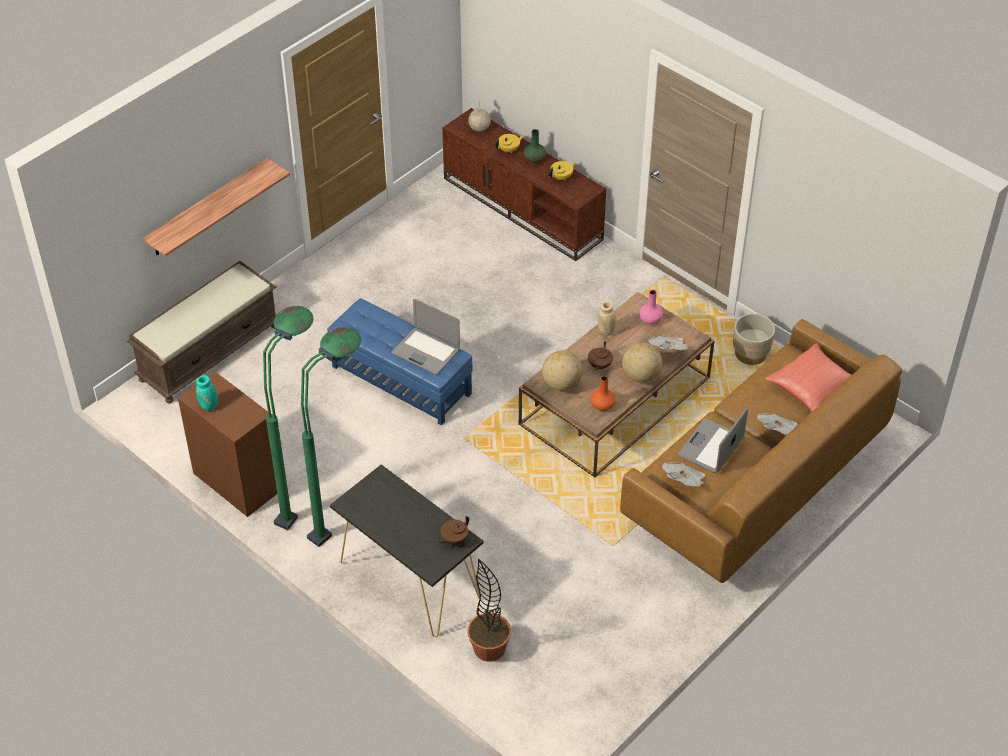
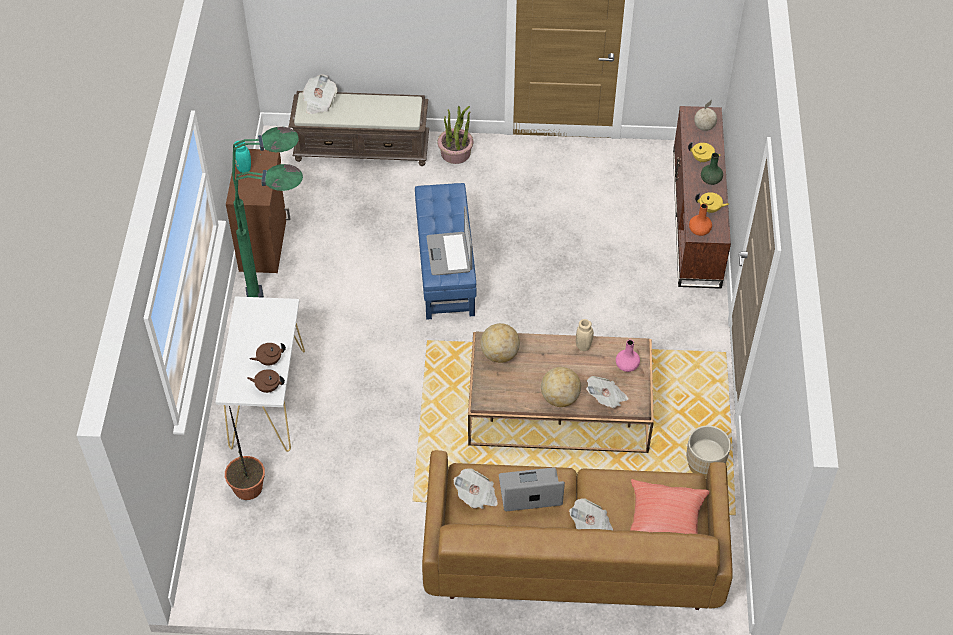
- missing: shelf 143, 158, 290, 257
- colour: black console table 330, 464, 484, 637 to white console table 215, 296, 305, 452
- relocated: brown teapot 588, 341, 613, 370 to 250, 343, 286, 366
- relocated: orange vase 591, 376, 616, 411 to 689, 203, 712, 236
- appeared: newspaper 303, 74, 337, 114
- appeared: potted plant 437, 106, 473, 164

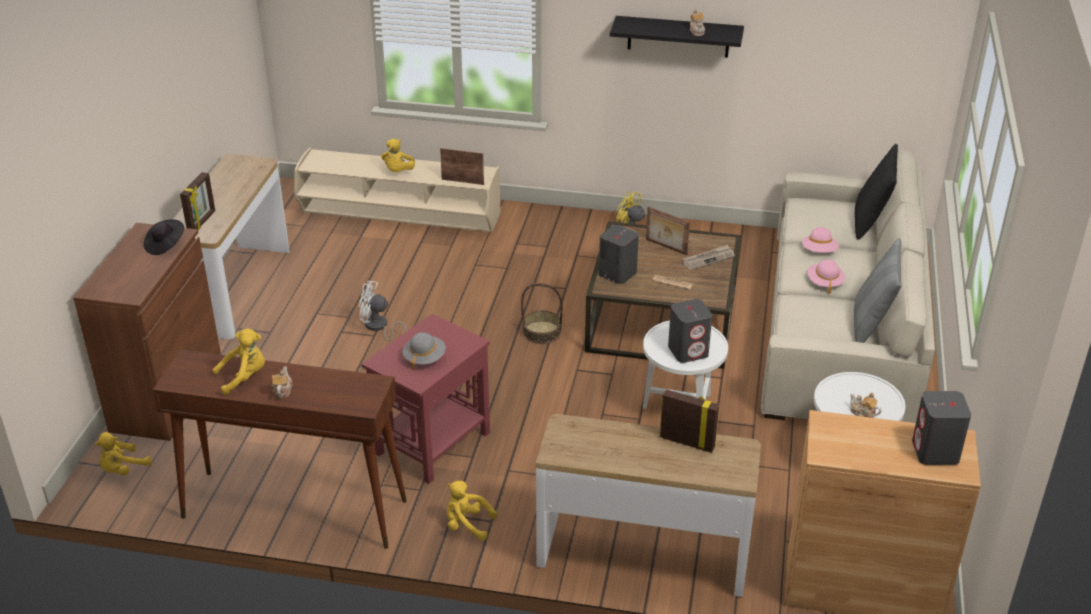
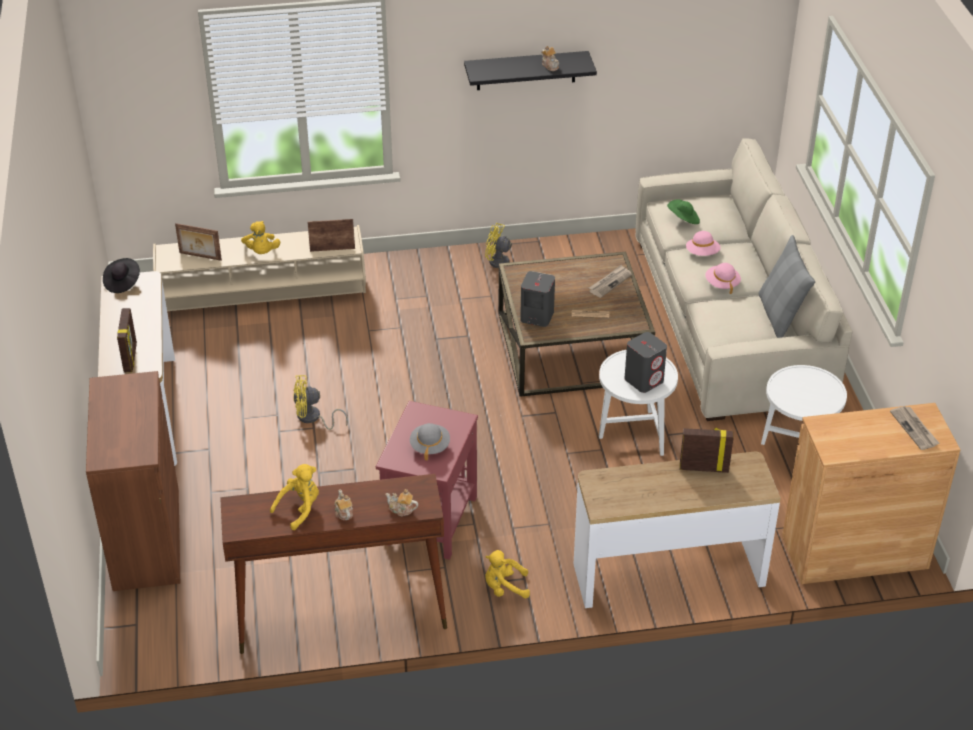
- missing: yellow plush toy 95, 432, 152, 476
- relocated: black hat 144, 219, 184, 255 to 103, 258, 140, 293
- colour: white fan 359, 281, 407, 341 to yellow fan 293, 375, 348, 430
- missing: basket 521, 283, 563, 344
- relocated: picture frame 646, 207, 690, 255 to 175, 223, 222, 261
- relocated: teapot 850, 393, 881, 418 to 386, 489, 418, 516
- missing: black pillow 855, 144, 898, 240
- exchanged: grey speaker 912, 391, 971, 465 to newspaper 890, 406, 939, 450
- appeared: green hat 667, 199, 700, 224

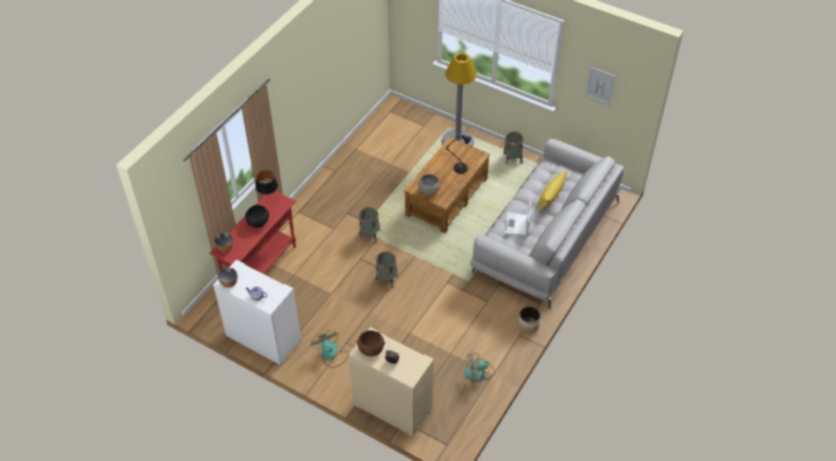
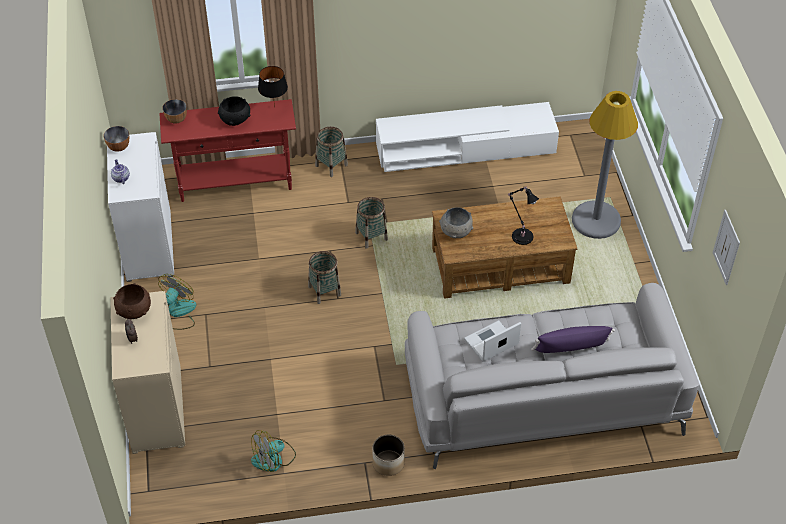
- spun: fan 464, 352, 495, 382 = 251, 430, 296, 472 60 degrees counterclockwise
- relocated: basket 503, 132, 524, 165 to 315, 127, 348, 177
- colour: yellow pillow 537, 171, 568, 213 to purple pillow 531, 326, 615, 353
- appeared: white tv stand 376, 102, 559, 172

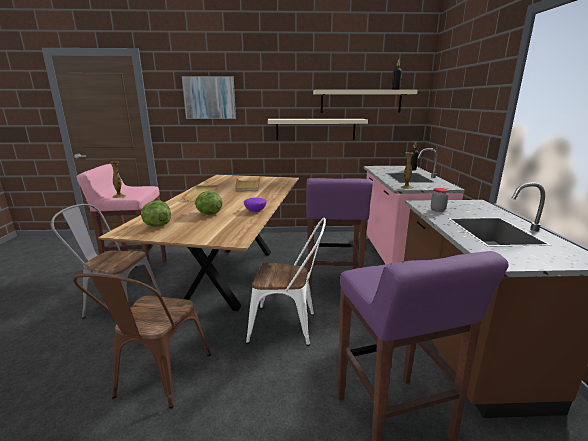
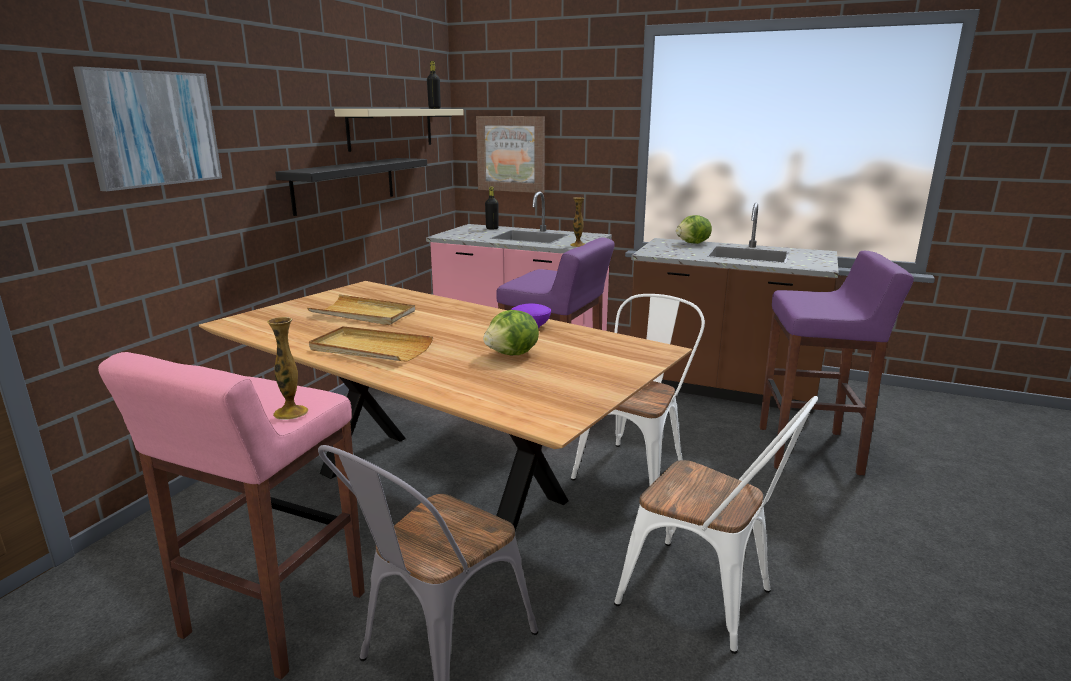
- colour: brown chair 73, 274, 211, 409 to white chair 614, 396, 818, 654
- relocated: lettuce 141, 200, 171, 227 to 676, 215, 712, 244
- colour: beige shelf 268, 119, 368, 140 to black shelf 275, 158, 427, 216
- missing: jar 431, 188, 449, 212
- appeared: picture 476, 116, 545, 193

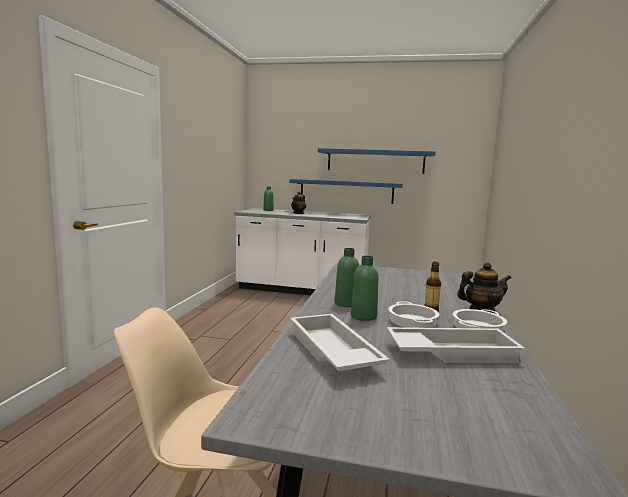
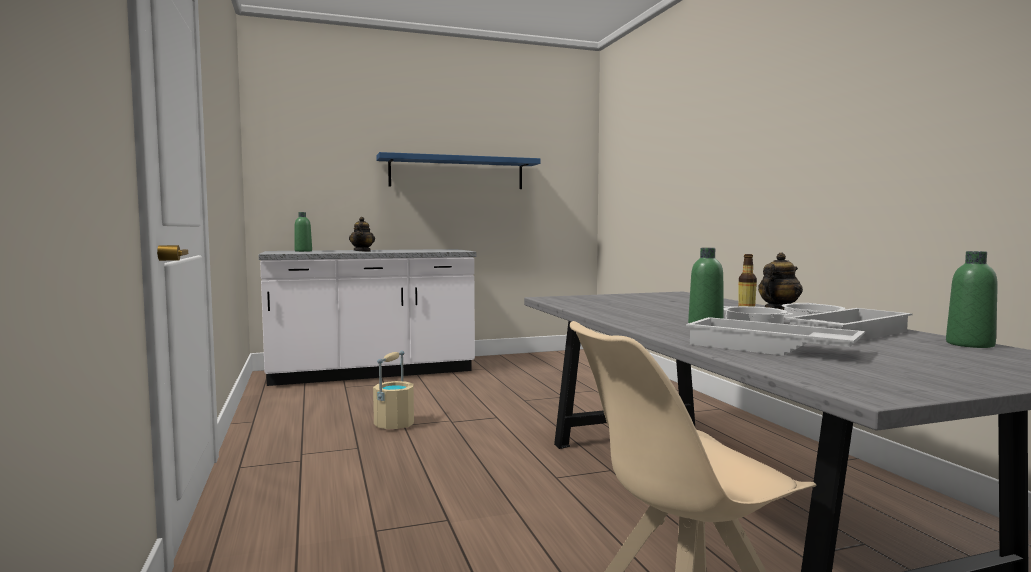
- missing: blue shelf 290, 179, 402, 204
- relocated: green bottle 334, 248, 359, 307 to 946, 251, 998, 348
- appeared: beige bucket 373, 351, 414, 429

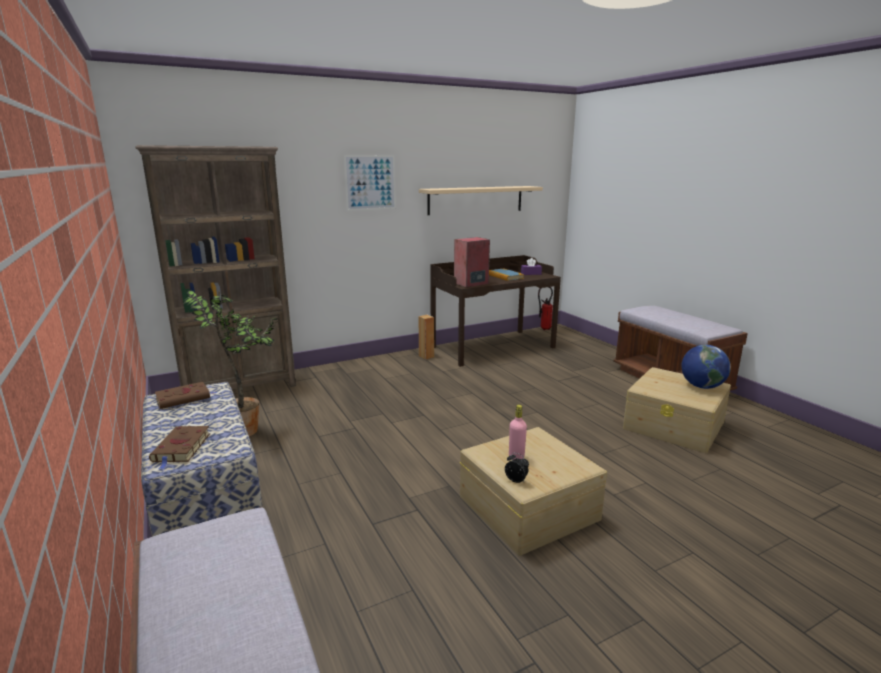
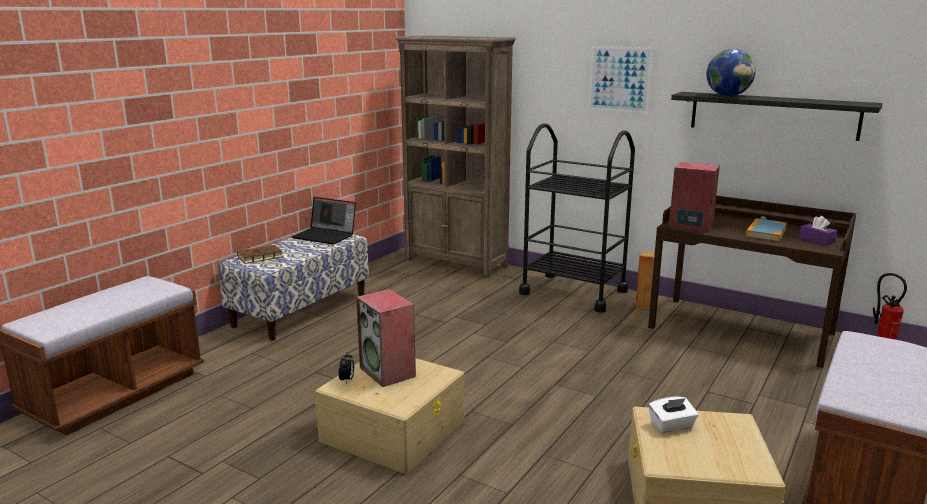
- exchanged: brown book 155, 382, 217, 409 to laptop 291, 197, 356, 244
- missing: potted plant 182, 290, 277, 436
- colour: beige shelf 419, 186, 543, 215 to black shelf 671, 92, 882, 141
- exchanged: pink bottle 509, 405, 527, 460 to speaker 356, 289, 416, 387
- relocated: globe 681, 345, 731, 389 to 707, 49, 756, 96
- appeared: black cart 519, 123, 635, 313
- appeared: white tissue box 648, 396, 698, 433

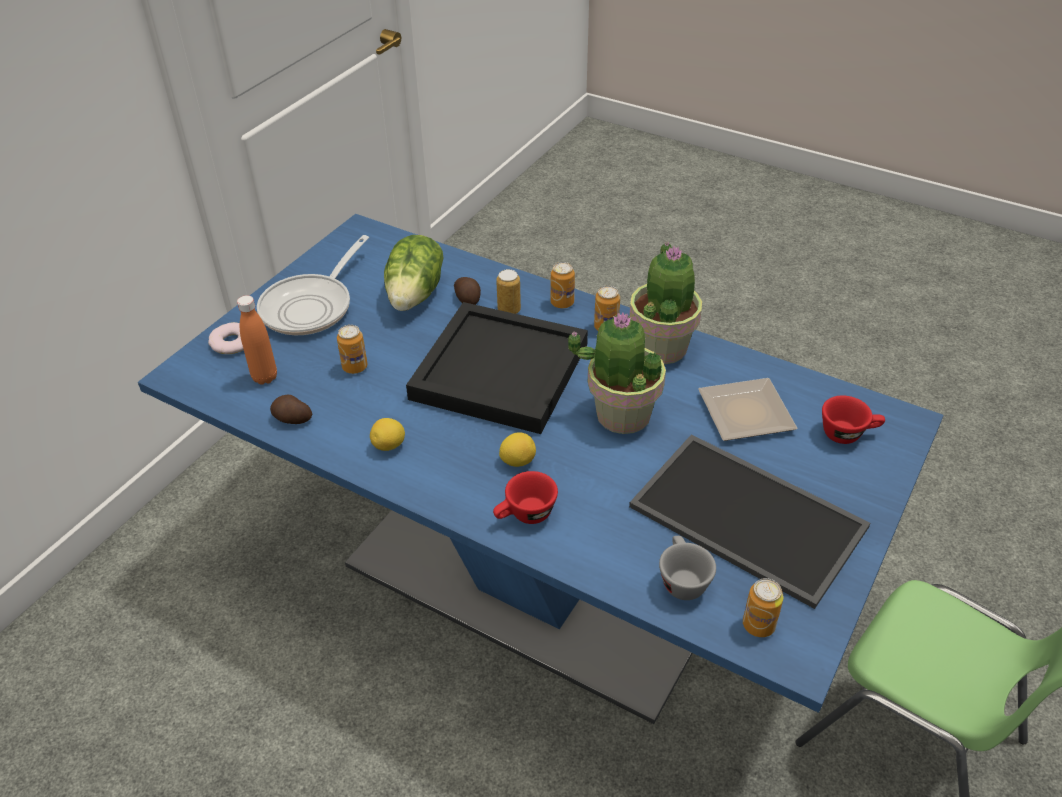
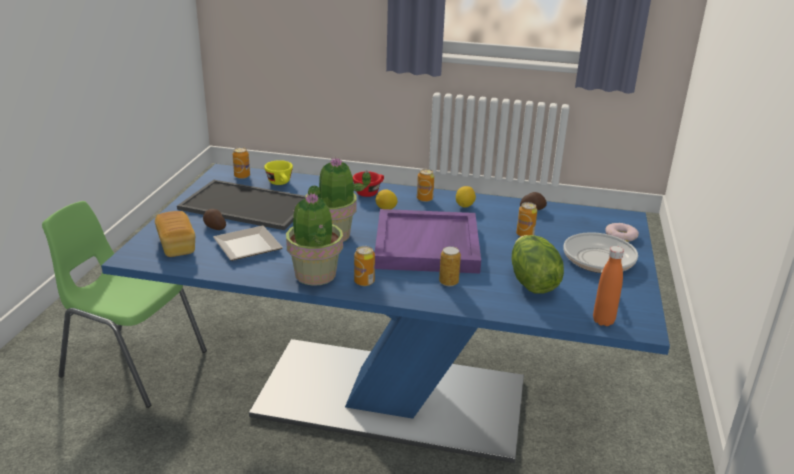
- relocated: orange bottle 237, 295, 277, 384 to 593, 246, 624, 326
- colour: black tray 406, 302, 588, 434 to purple tray 375, 209, 481, 274
- relocated: potato 454, 277, 481, 305 to 203, 209, 226, 230
- relocated: can 550, 262, 575, 308 to 417, 169, 434, 202
- colour: grey cup 659, 536, 716, 600 to yellow cup 264, 160, 293, 185
- exchanged: red cup 822, 396, 885, 444 to bread 155, 211, 195, 257

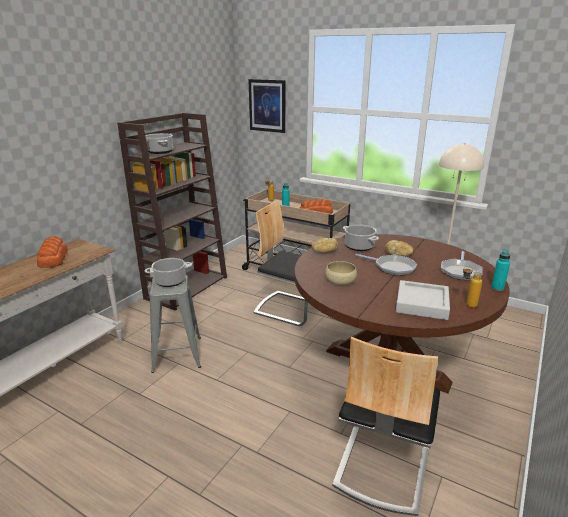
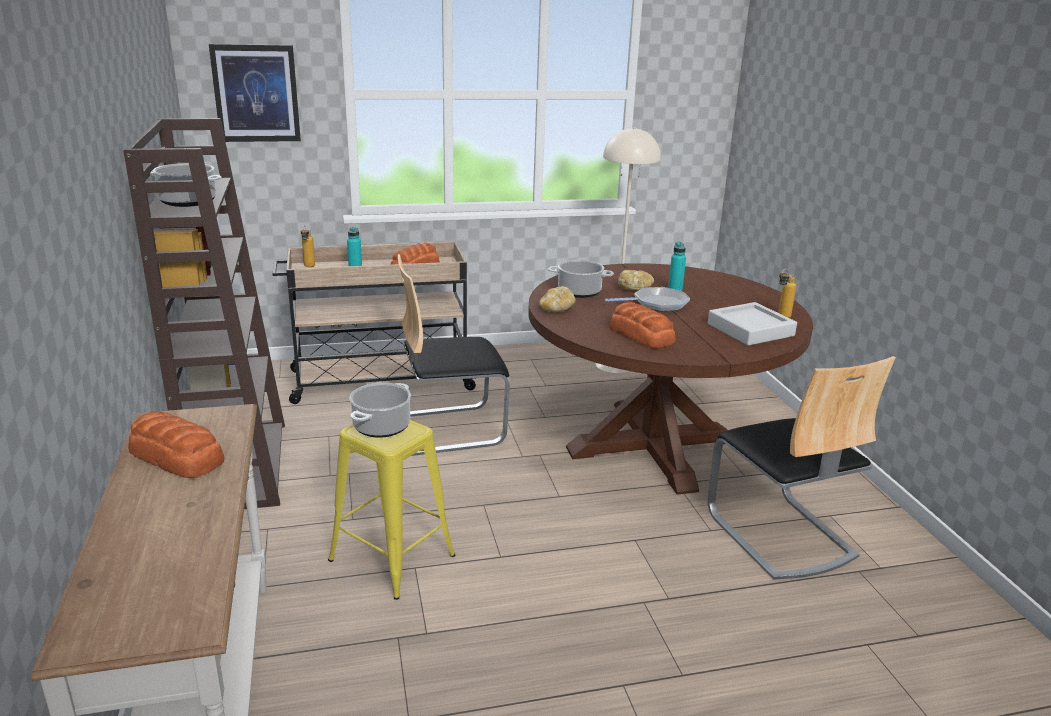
- colour: grey stool 149, 275, 201, 373 to yellow stool 328, 420, 455, 600
- exchanged: beige bowl 325, 261, 357, 285 to bread 609, 302, 676, 349
- missing: frying pan 441, 251, 483, 281
- relocated: turquoise bottle 491, 249, 510, 291 to 668, 242, 686, 291

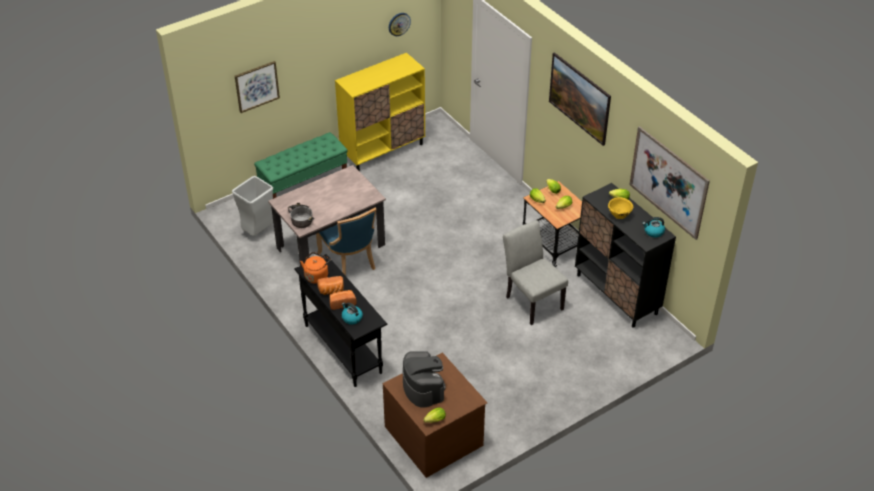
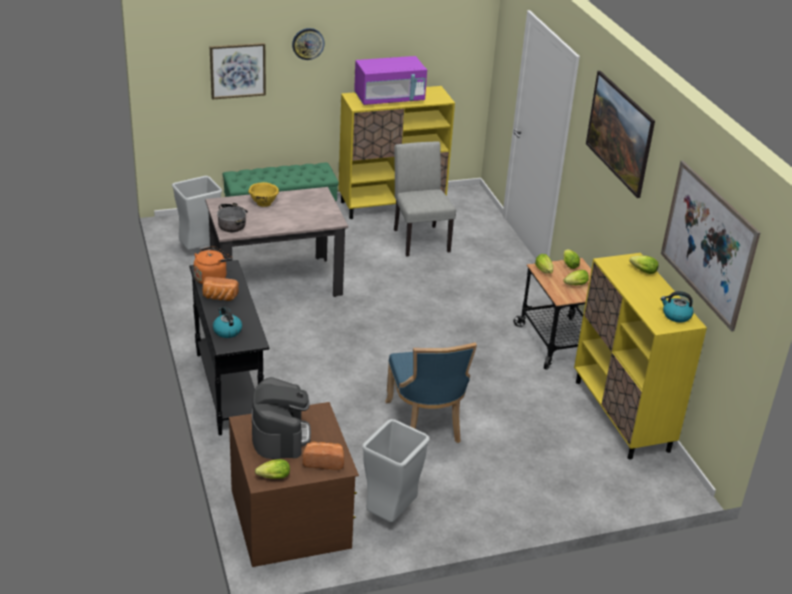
- relocated: blue chair 316, 208, 377, 276 to 385, 342, 477, 443
- relocated: bread 329, 290, 357, 310 to 303, 442, 344, 470
- relocated: wall clock 389, 13, 411, 36 to 292, 28, 325, 60
- relocated: grey chair 503, 220, 568, 325 to 394, 141, 456, 257
- colour: black cabinet 575, 183, 676, 328 to yellow cabinet 574, 253, 707, 460
- relocated: yellow bowl 608, 197, 633, 219 to 248, 182, 279, 207
- appeared: purple microwave 354, 56, 427, 105
- appeared: grey trash can 362, 419, 430, 522

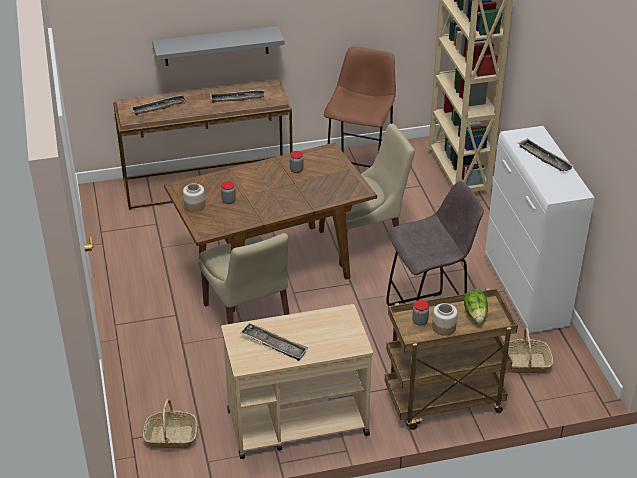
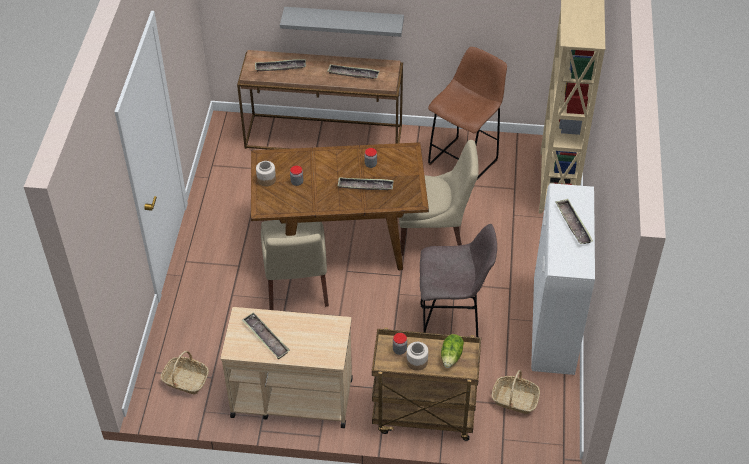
- appeared: tray 338, 177, 394, 190

